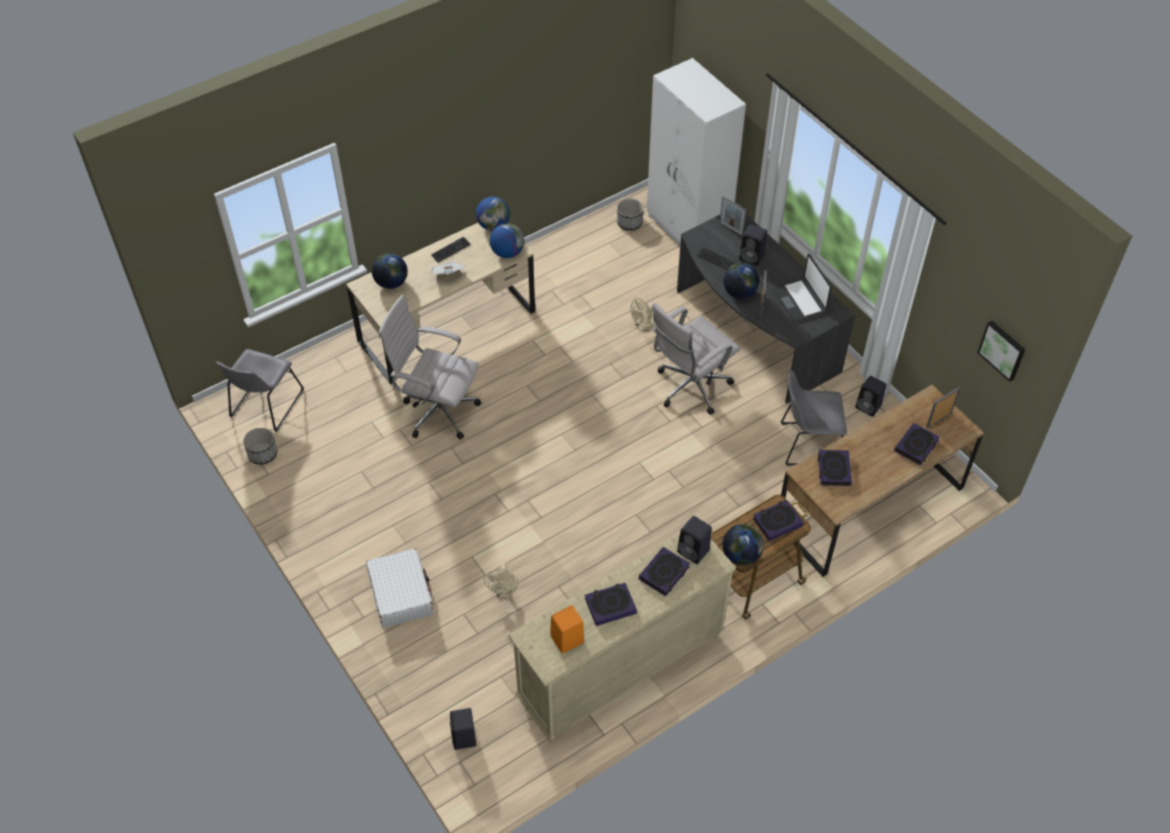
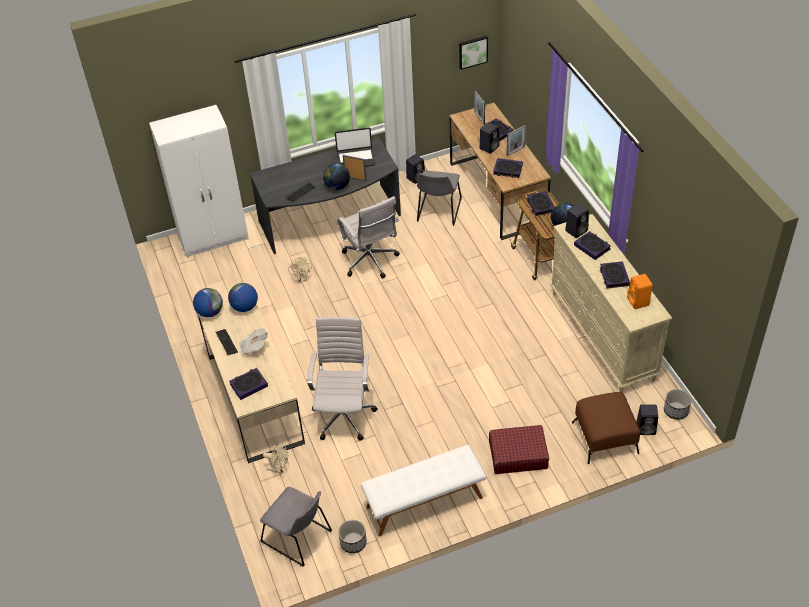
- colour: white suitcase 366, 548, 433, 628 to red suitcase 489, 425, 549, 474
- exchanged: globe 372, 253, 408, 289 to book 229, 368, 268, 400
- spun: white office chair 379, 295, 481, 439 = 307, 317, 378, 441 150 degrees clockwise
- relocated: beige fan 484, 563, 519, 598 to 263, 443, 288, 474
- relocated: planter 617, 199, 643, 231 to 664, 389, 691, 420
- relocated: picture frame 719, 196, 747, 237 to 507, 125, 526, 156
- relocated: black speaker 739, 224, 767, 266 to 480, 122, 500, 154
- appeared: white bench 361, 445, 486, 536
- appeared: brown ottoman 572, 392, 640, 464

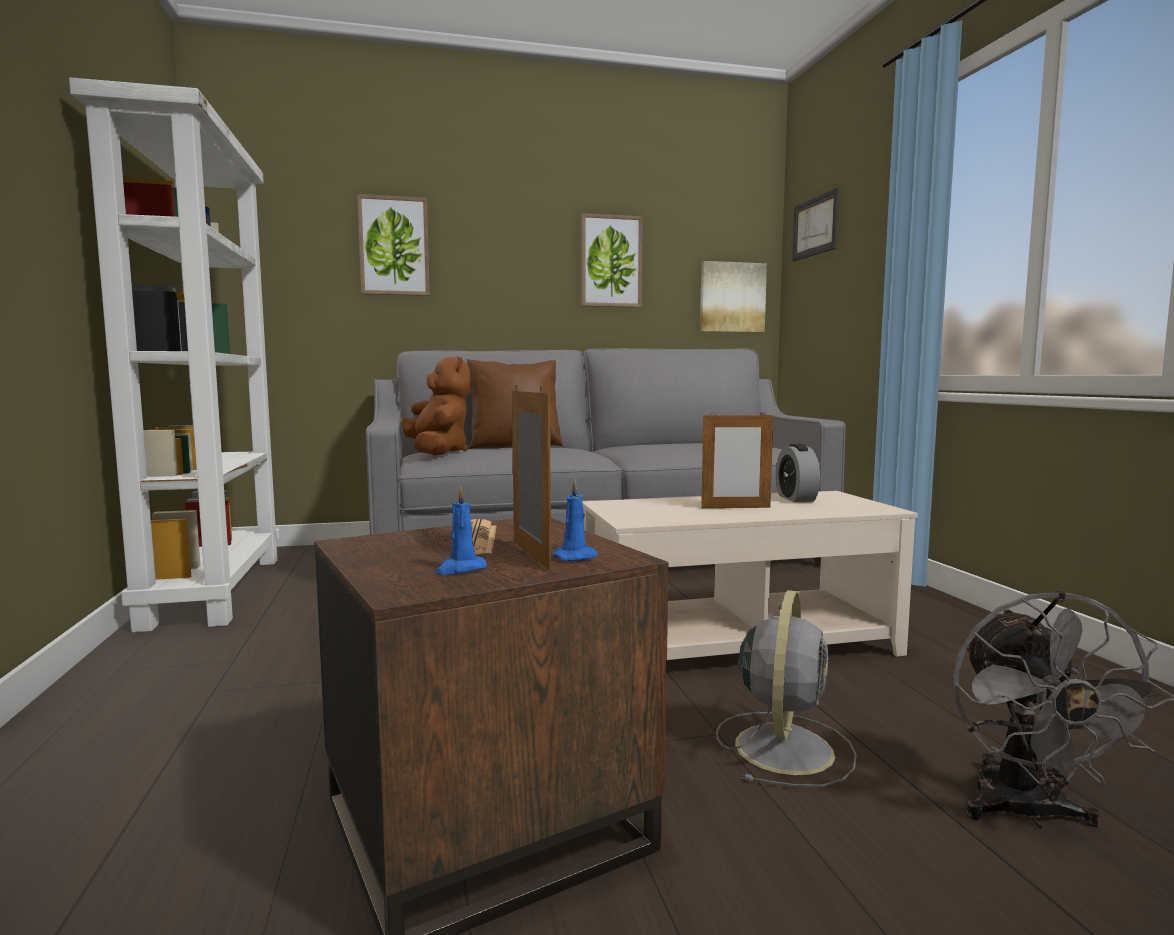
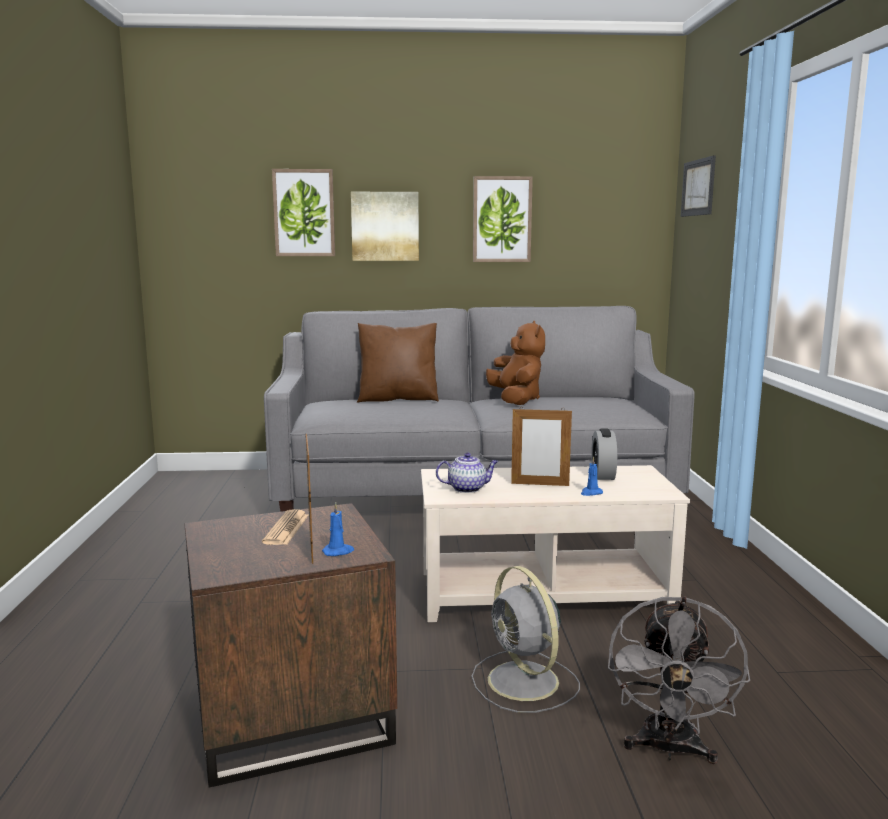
- missing: white bookcase 69, 77, 280, 633
- relocated: brown plush toy 401, 356, 471, 456 to 486, 321, 545, 405
- relocated: blue candle 435, 485, 487, 575 to 581, 456, 603, 496
- relocated: picture 700, 261, 767, 332 to 351, 192, 419, 261
- spun: grey fan 716, 590, 857, 787 = 472, 566, 580, 713 120 degrees clockwise
- appeared: teapot 436, 453, 498, 493

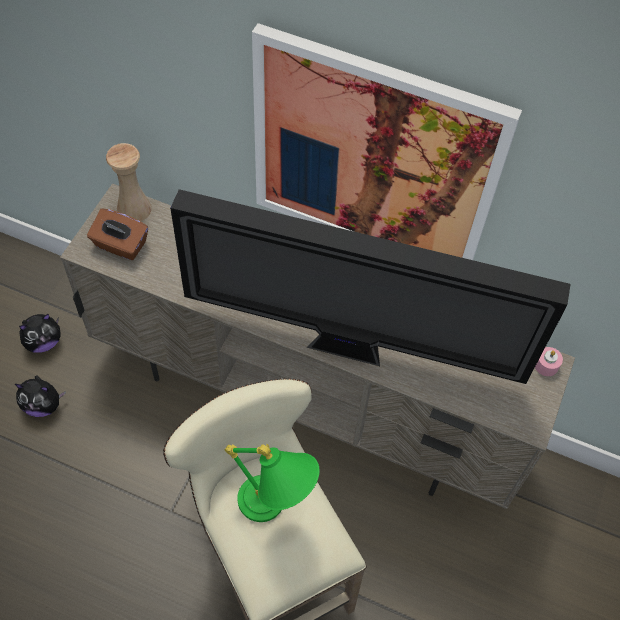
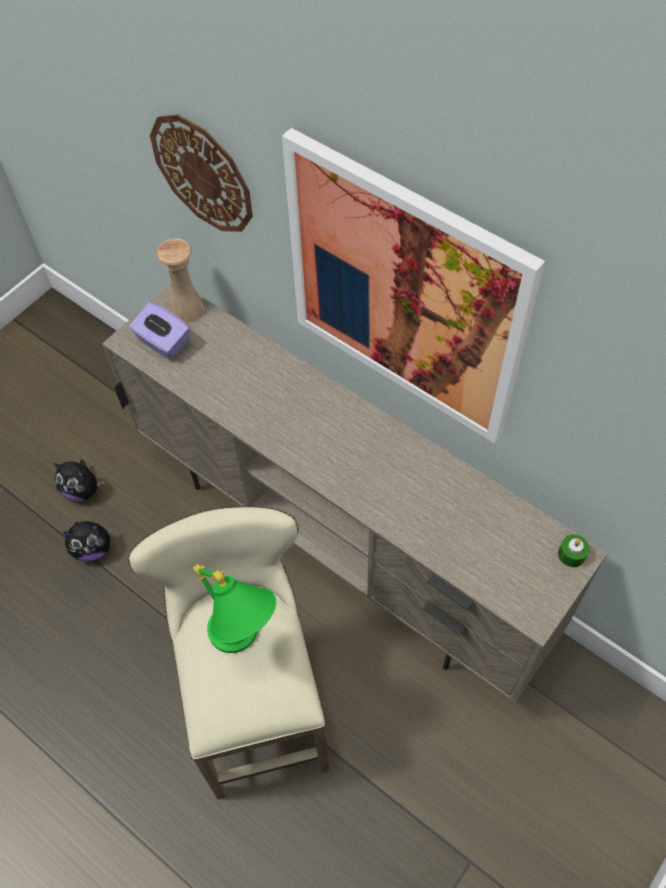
- relocated: plush toy 19, 314, 61, 353 to 63, 521, 112, 562
- colour: brown tissue box 87, 208, 148, 260 to purple tissue box 129, 302, 190, 360
- missing: television 170, 189, 571, 384
- colour: pink candle 535, 347, 563, 376 to green candle 558, 534, 590, 567
- appeared: wall clock 150, 114, 253, 232

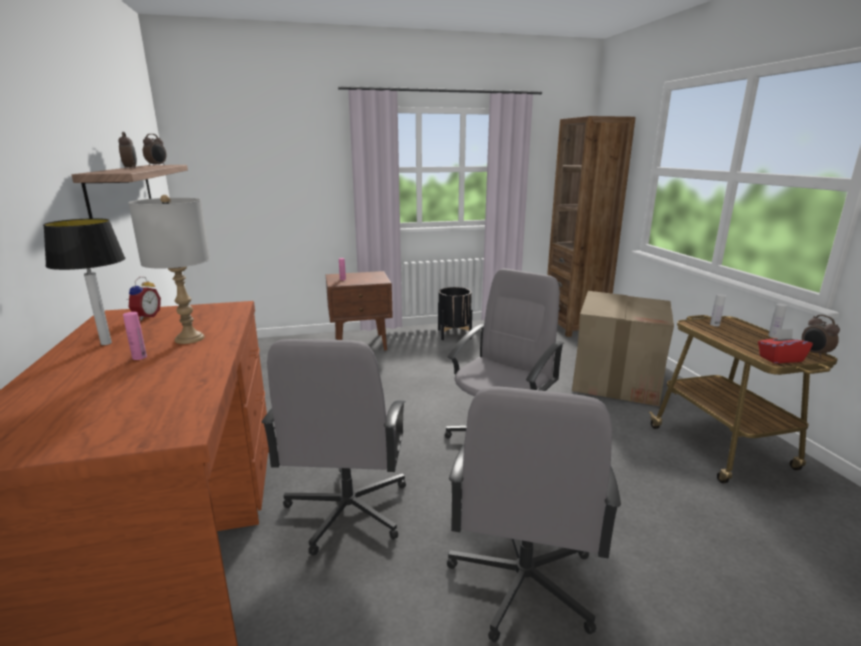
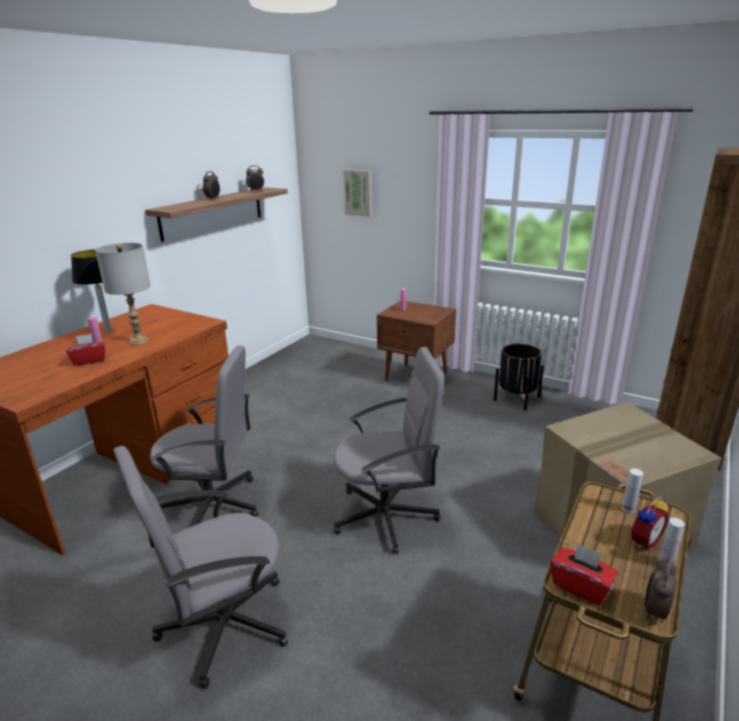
- relocated: alarm clock 127, 277, 161, 321 to 630, 497, 668, 548
- spun: grey office chair 262, 339, 406, 556 = 150, 346, 258, 526 135 degrees counterclockwise
- appeared: red tissue box 66, 334, 105, 366
- appeared: picture 344, 169, 372, 217

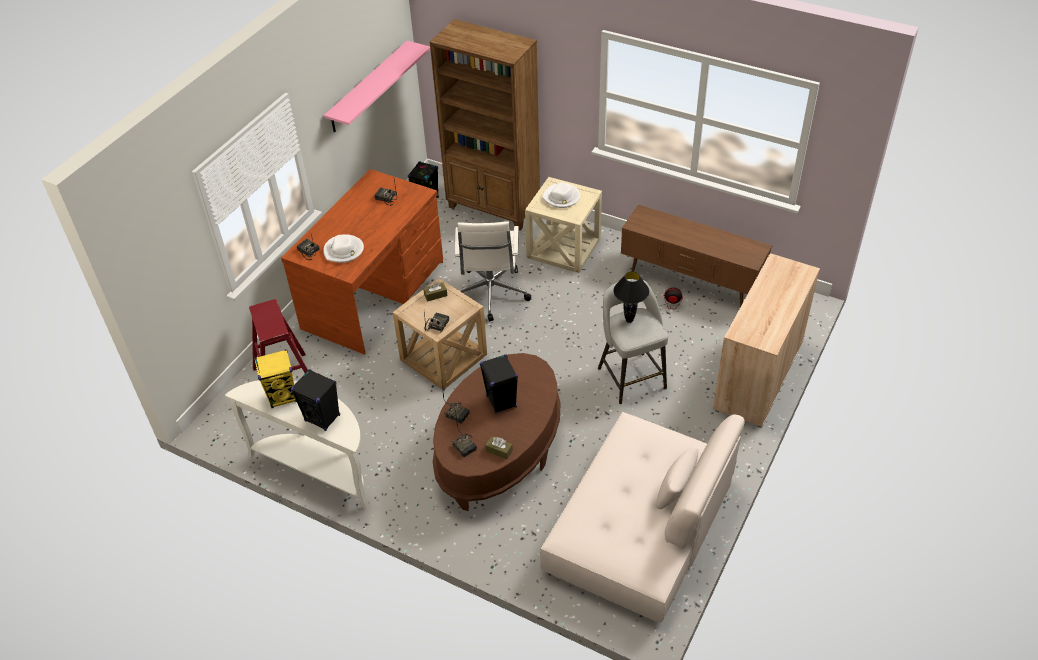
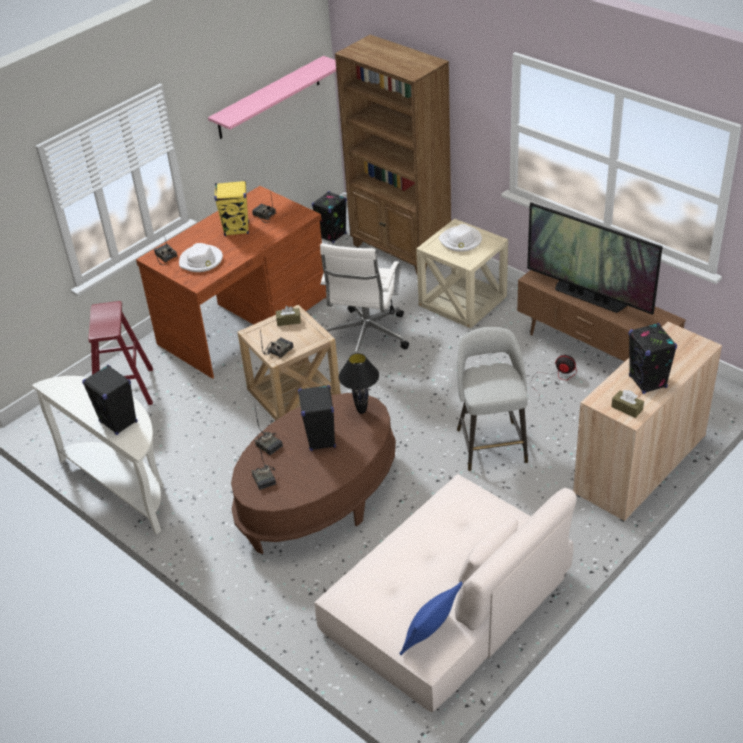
- relocated: yellow speaker 254, 350, 297, 408 to 214, 180, 249, 236
- relocated: brown tissue box 485, 436, 513, 459 to 611, 390, 644, 418
- relocated: black table lamp 613, 272, 649, 323 to 338, 353, 379, 414
- appeared: blue pillow 399, 581, 463, 655
- appeared: television 527, 202, 663, 315
- appeared: black speaker 629, 323, 677, 394

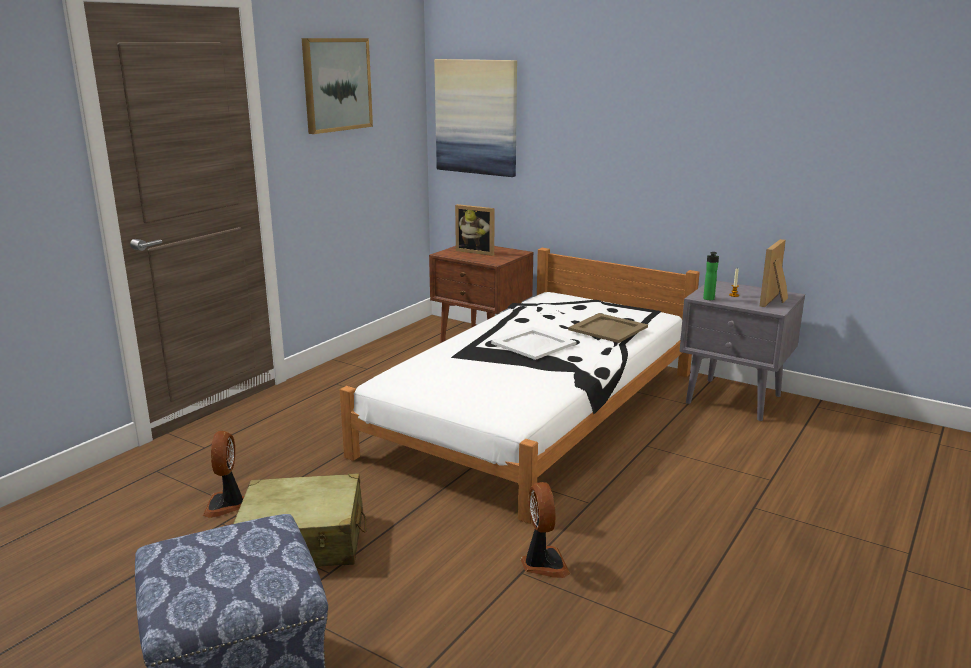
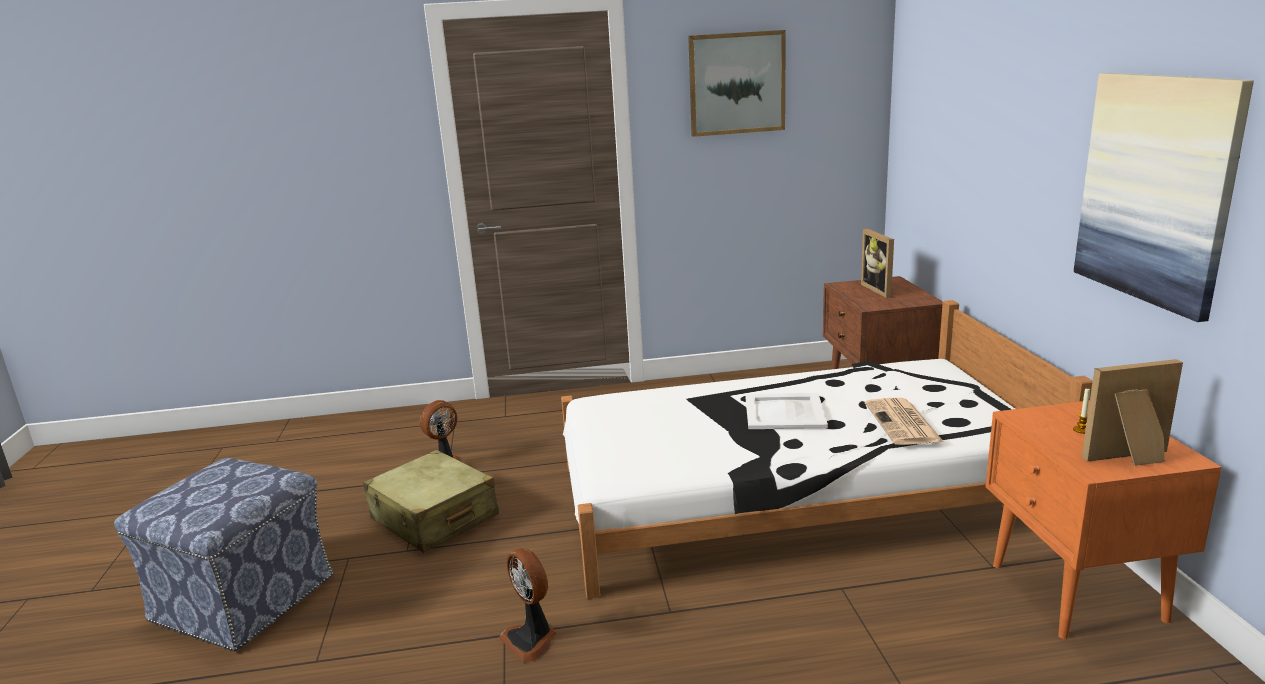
- relocated: picture 434, 59, 517, 177 to 1074, 73, 1254, 322
- spun: fan 521, 482, 570, 578 = 499, 548, 557, 663 105 degrees clockwise
- exchanged: beige tray 568, 313, 648, 343 to newspaper 865, 398, 944, 445
- colour: grey nightstand 680, 280, 805, 421 to orange nightstand 986, 400, 1222, 639
- missing: bottle 703, 252, 719, 300

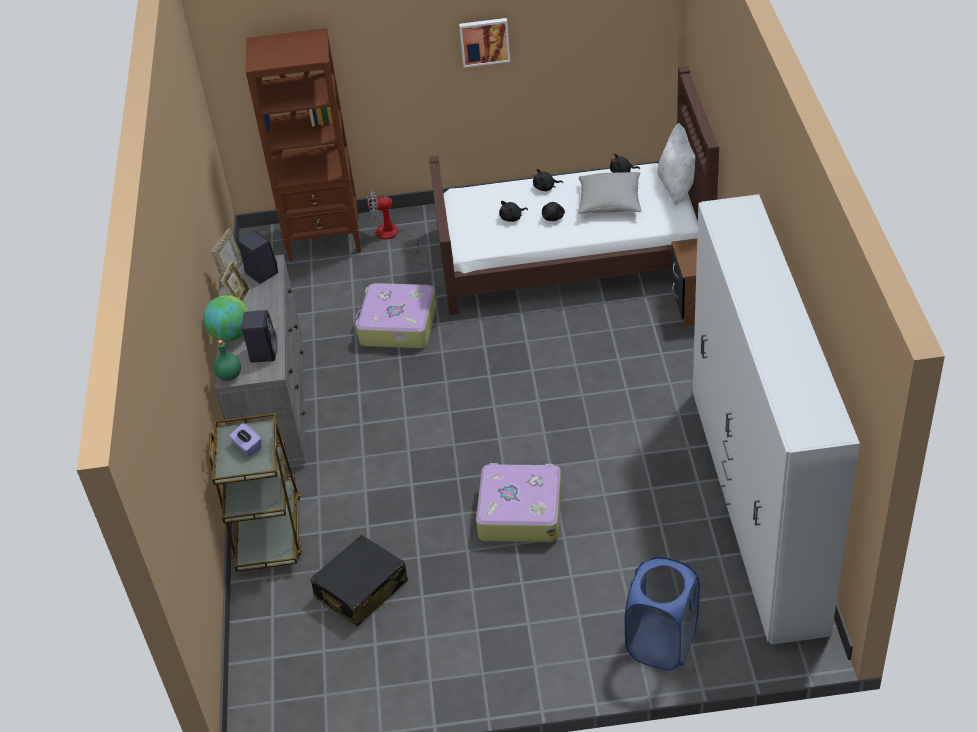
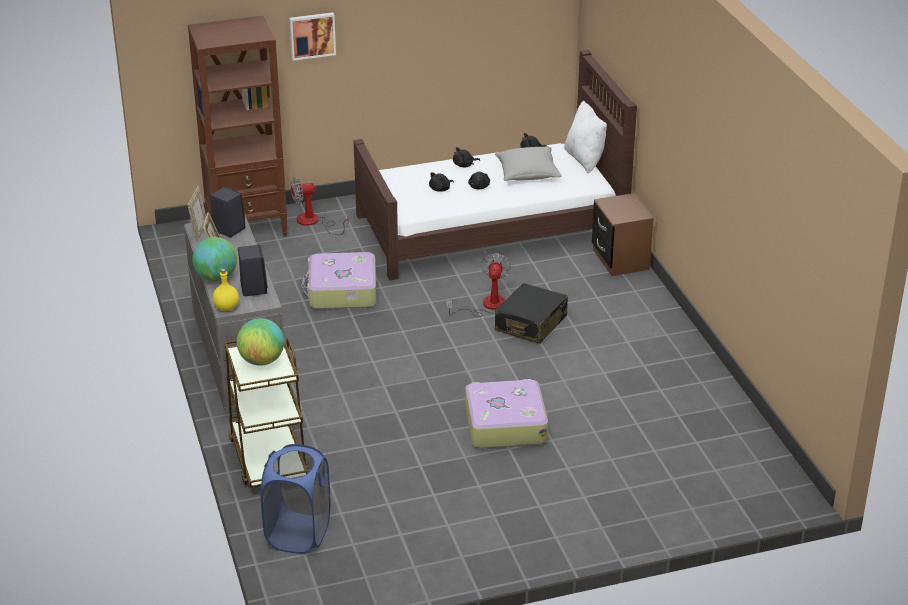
- colour: green bottle 213, 340, 241, 381 to yellow bottle 213, 269, 239, 311
- exchanged: purple tissue box 229, 423, 262, 456 to globe 237, 318, 284, 366
- relocated: black suitcase 310, 535, 408, 627 to 495, 283, 568, 344
- relocated: picture 459, 18, 510, 68 to 289, 12, 336, 61
- relocated: blue laundry basket 625, 556, 700, 671 to 261, 444, 331, 554
- missing: white wardrobe 693, 194, 860, 645
- appeared: fan 446, 253, 511, 317

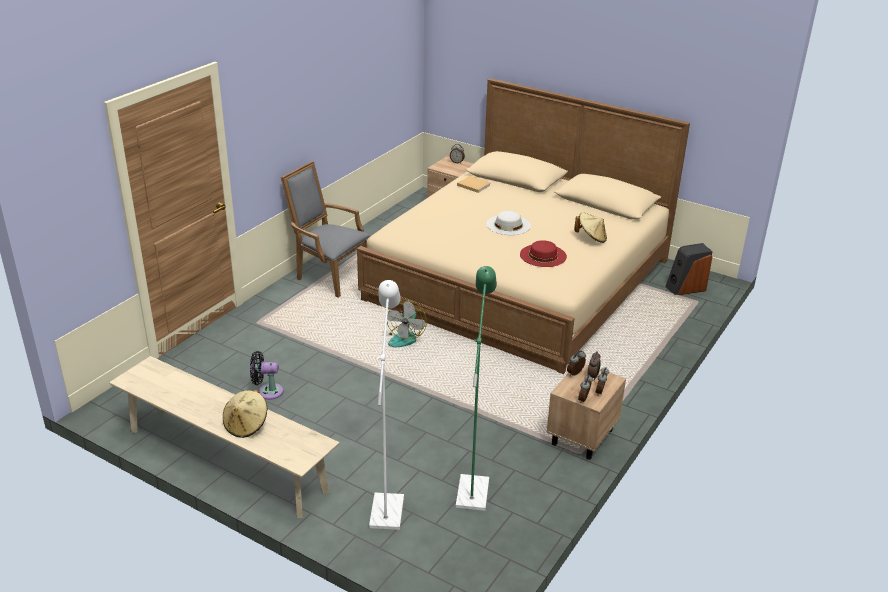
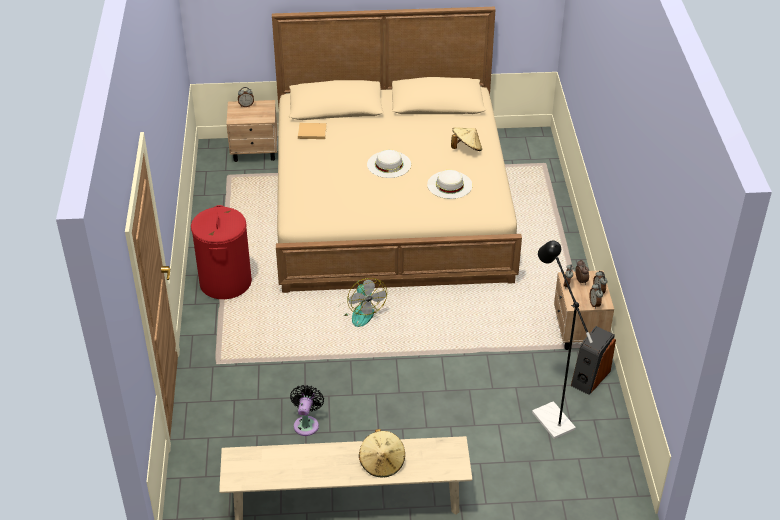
- spun: black fan 250, 351, 283, 400 = 290, 385, 324, 436 135 degrees clockwise
- exchanged: grey armchair 281, 161, 370, 298 to red laundry basket 191, 205, 252, 299
- missing: white floor lamp 369, 280, 404, 530
- colour: green floor lamp 456, 266, 497, 511 to black floor lamp 532, 240, 593, 439
- colour: red hat 520, 240, 567, 267 to white hat 427, 170, 472, 199
- relocated: speaker 665, 243, 713, 295 to 571, 326, 616, 395

